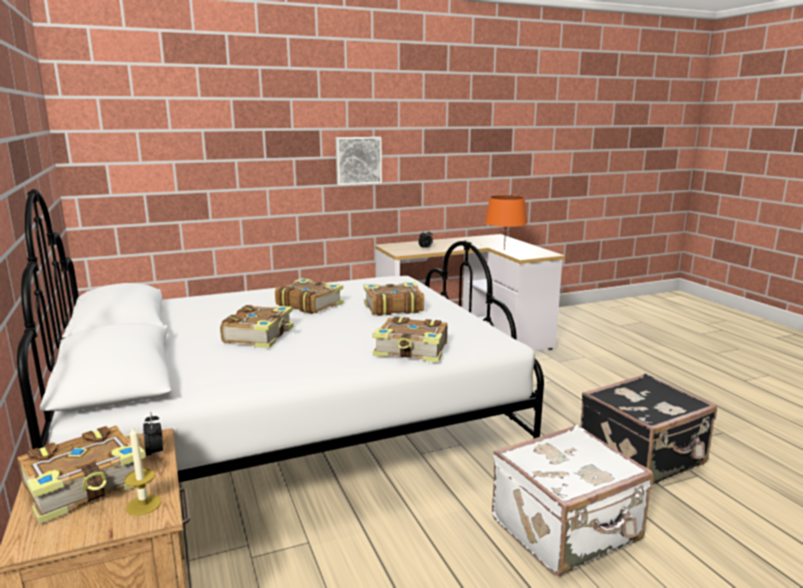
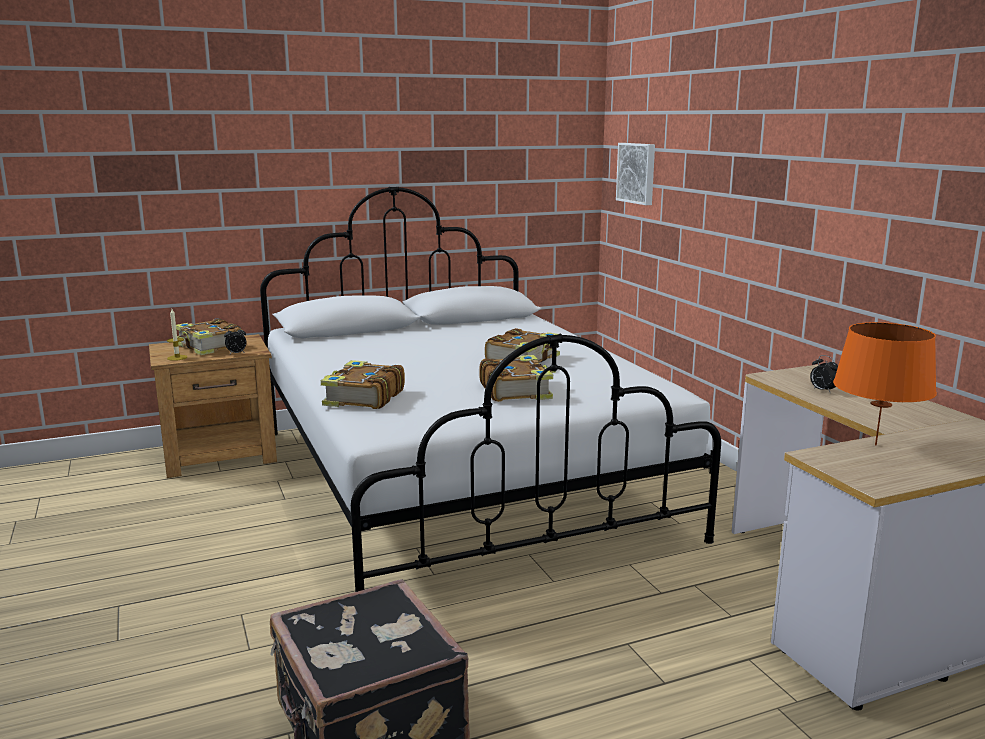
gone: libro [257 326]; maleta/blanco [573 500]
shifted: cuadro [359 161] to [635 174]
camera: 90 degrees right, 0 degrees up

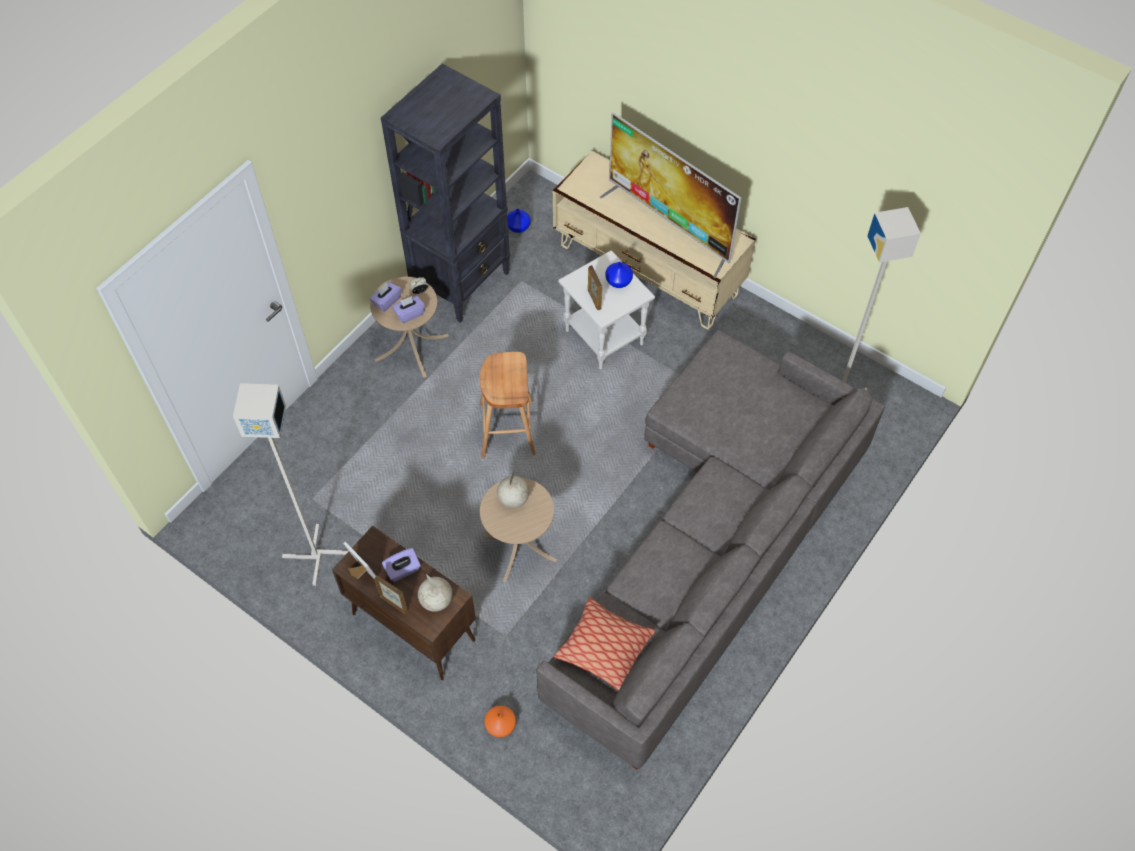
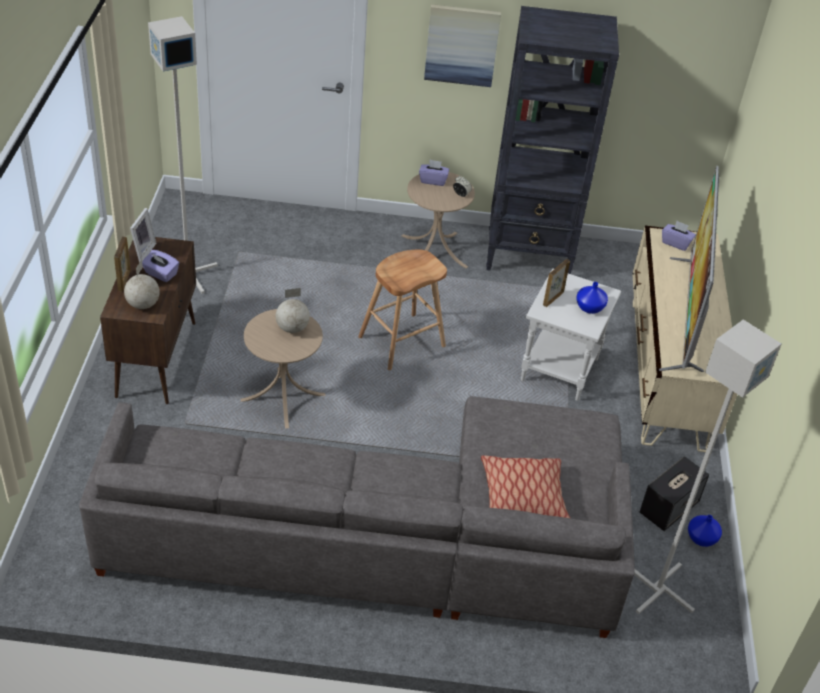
gone: florero/naranja [500 721]
new: cuadro [462 45]; altavoz [674 493]
shifted: caja de pañuelos/morado [408 309] to [679 236]; florero/azul [519 221] to [705 531]; cojín [605 644] to [525 486]
camera: 55 degrees right, 15 degrees down

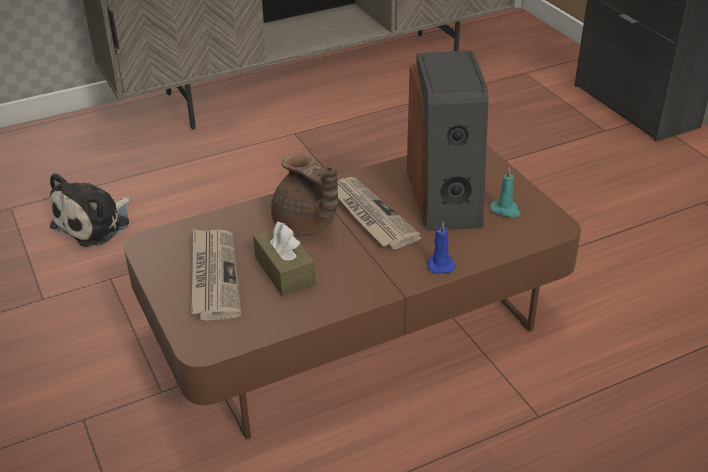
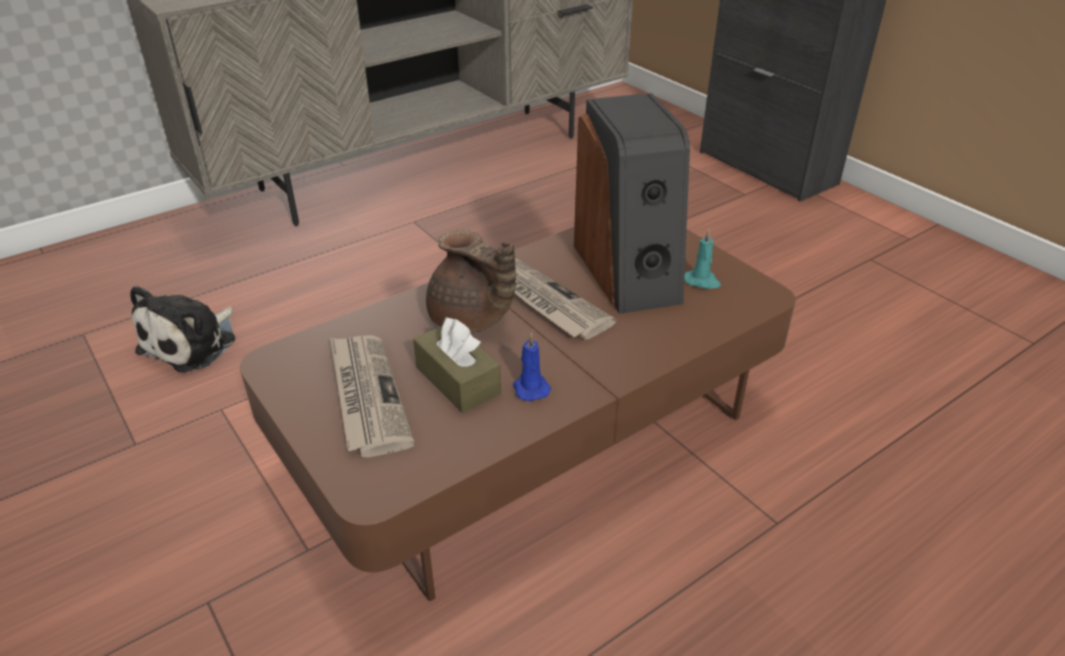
shifted: vela/azul [441 248] to [532 367]
camera: 10 degrees left, 0 degrees up

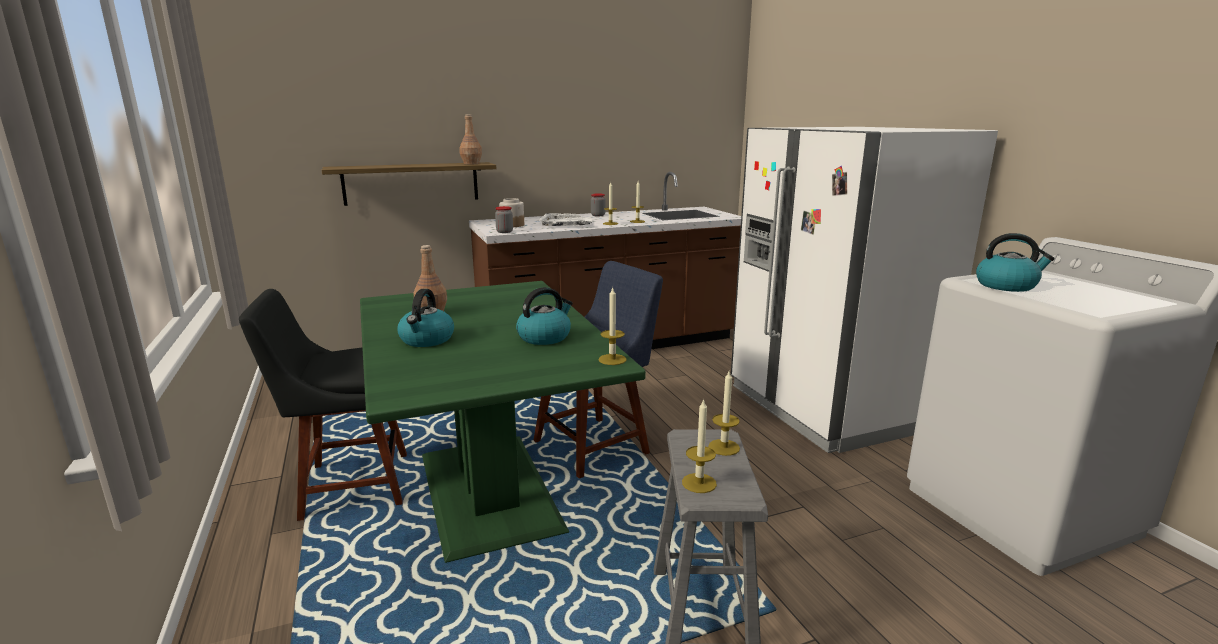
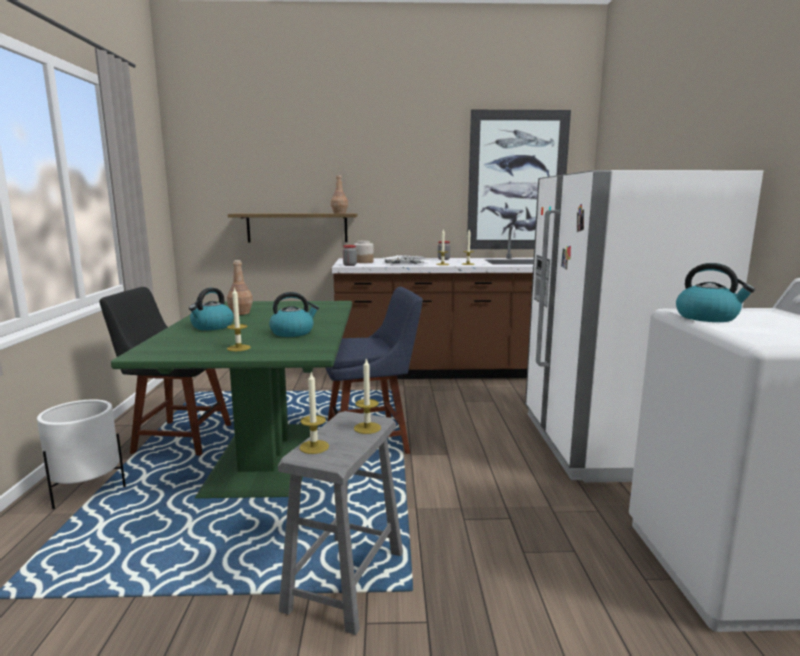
new: maceta/blanco [81 454]; cuadro [519 179]
shifted: vela [613 326] to [239 319]
camera: 20 degrees right, 5 degrees down

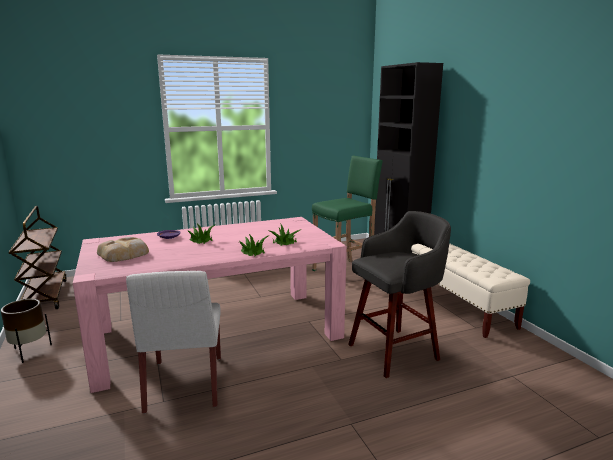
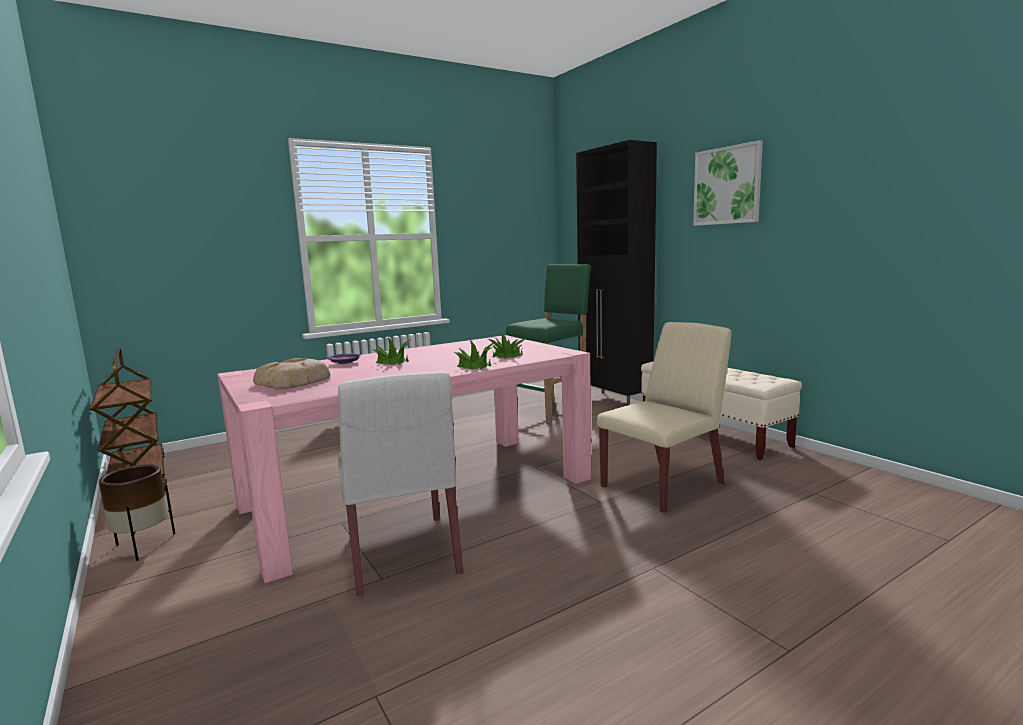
new: cuadro [728 183]
swapped: taburete/gris [399 294] to silla/beis [664 417]
camera: 10 degrees left, 5 degrees down

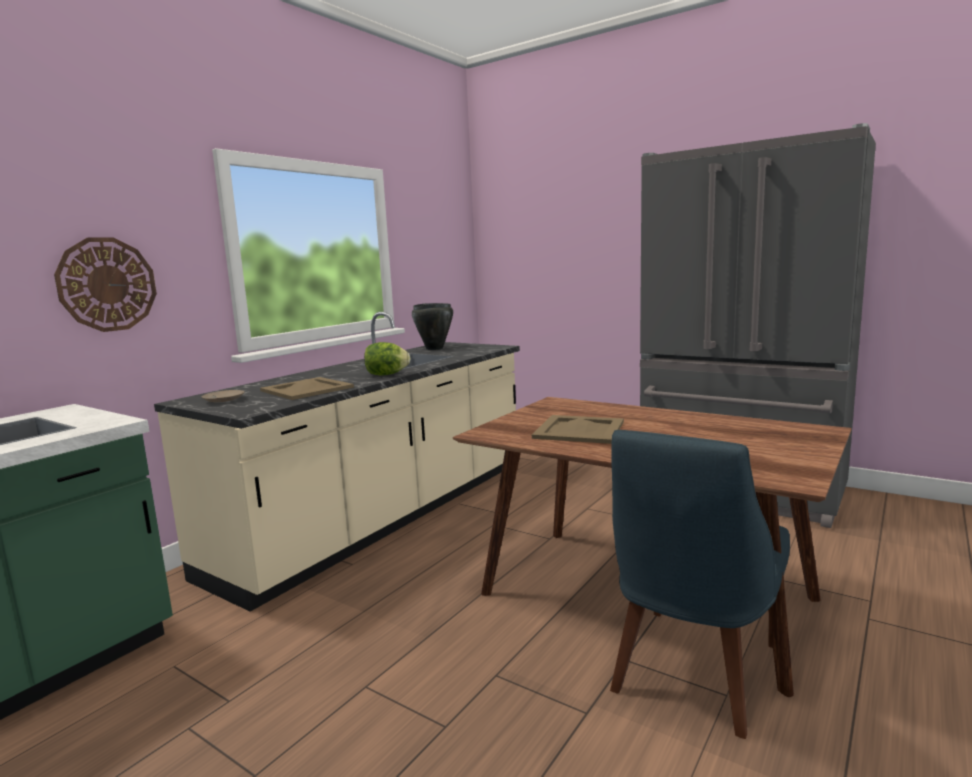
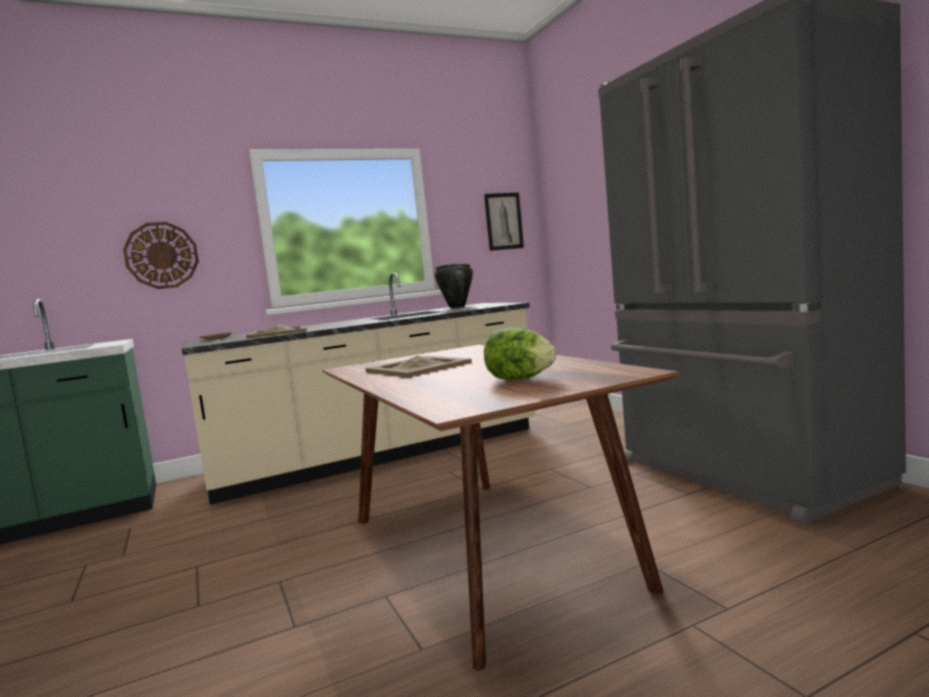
gone: silla/azul [700 584]
new: cuadro [504 221]
shifted: lechuga [387 358] to [520 353]
camera: 30 degrees right, 5 degrees down

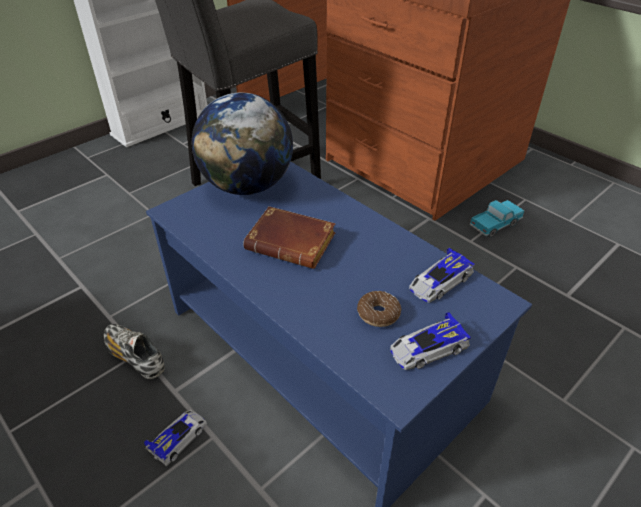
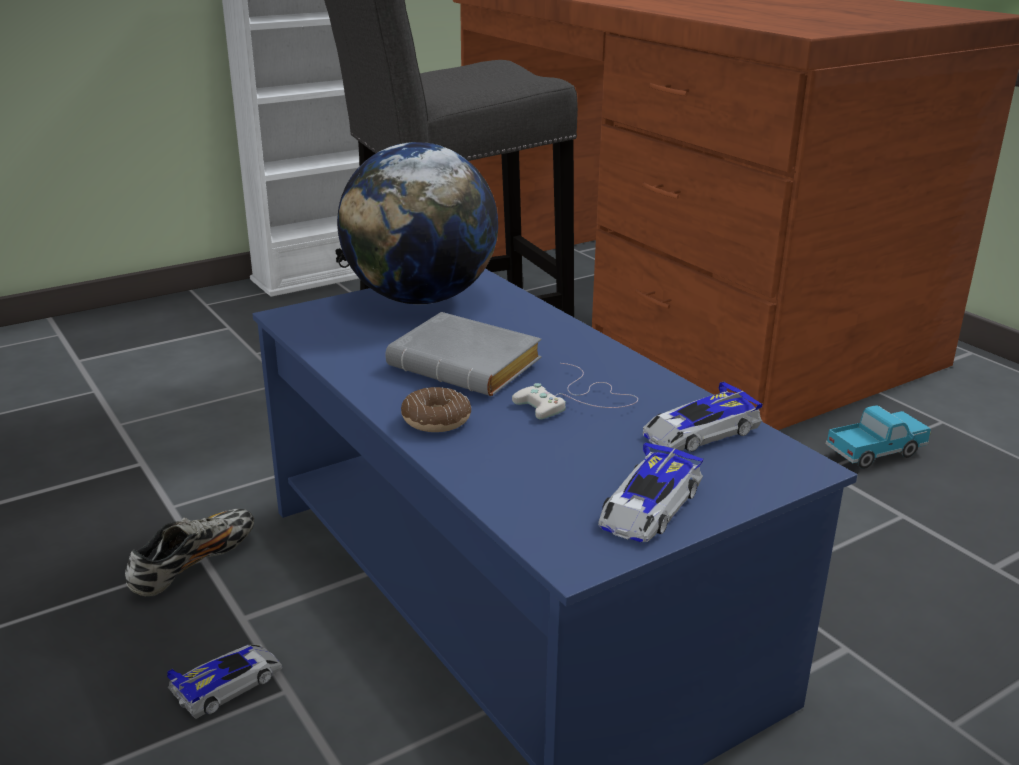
new: mando de consola/blanco [575 391]
shifted: rosquilla [379 309] to [436 409]
repainted: libro/marrón [289 237] to libro/gris [463 354]
rotated: zapato [133 351] = [189 552] 75 degrees clockwise; coche de juguete [430 341] = [651 492] 45 degrees counterclockwise
camera: 10 degrees right, 15 degrees down

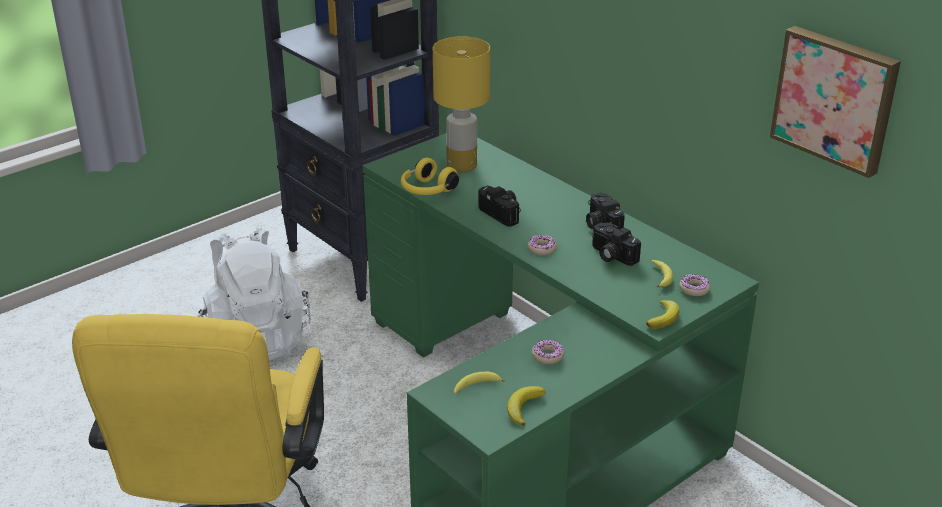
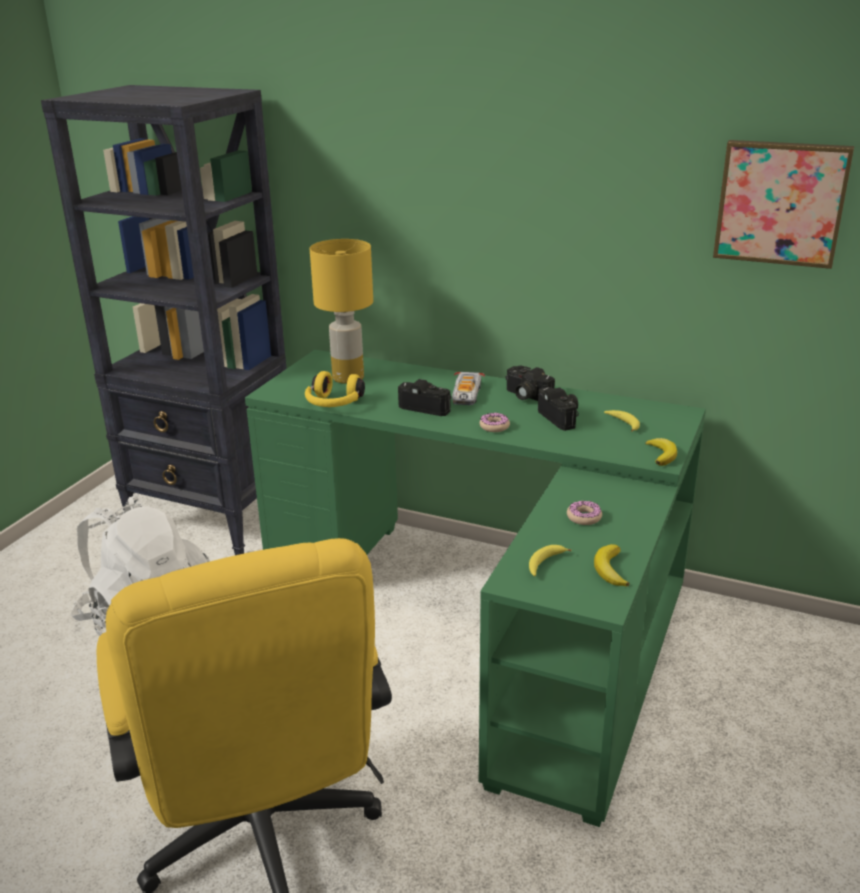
gone: rosquilla [695 285]
new: coche de juguete [468 388]
rotated: cámara [616 244] = [558 409] 135 degrees counterclockwise
camera: 25 degrees left, 5 degrees down

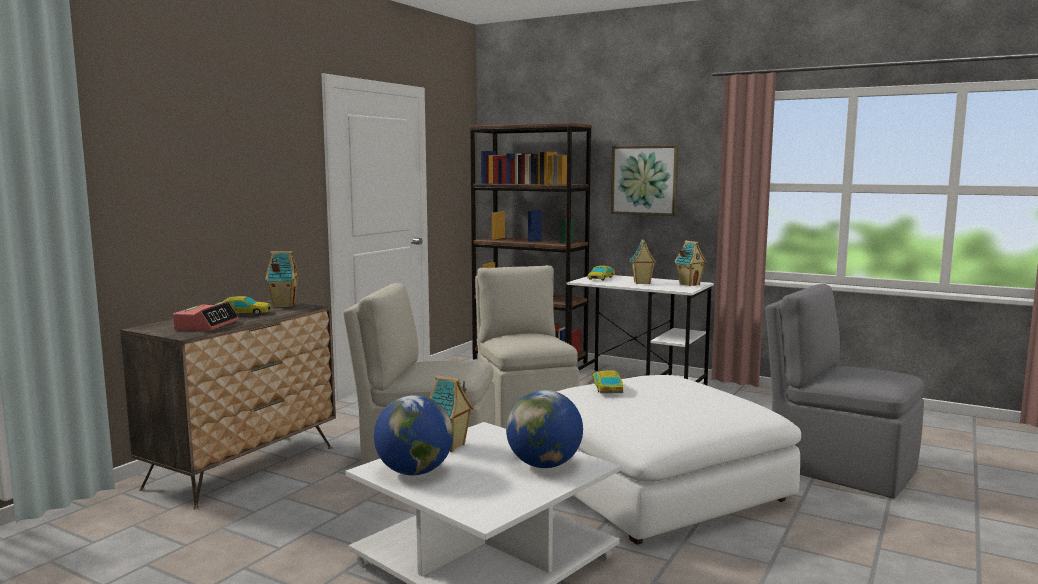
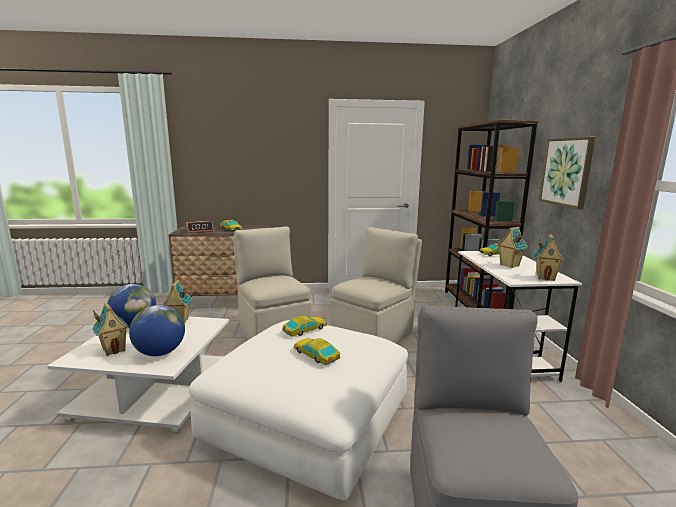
new: coche de juguete [317 352]
shifted: casita [282 279] to [111 329]
camera: 55 degrees right, 5 degrees up

